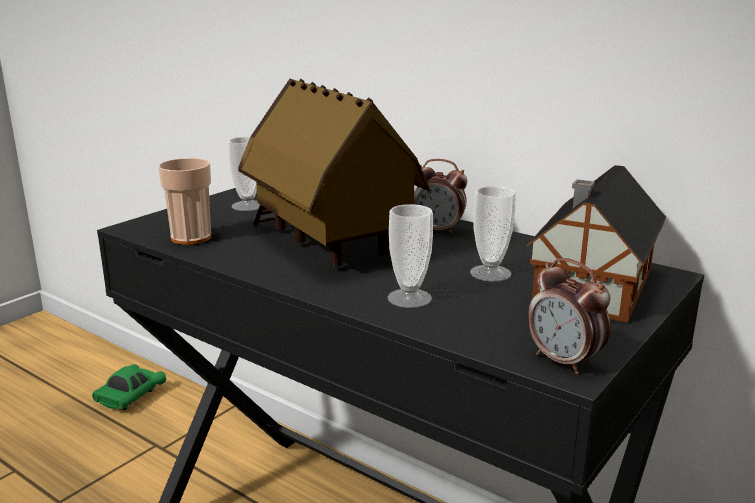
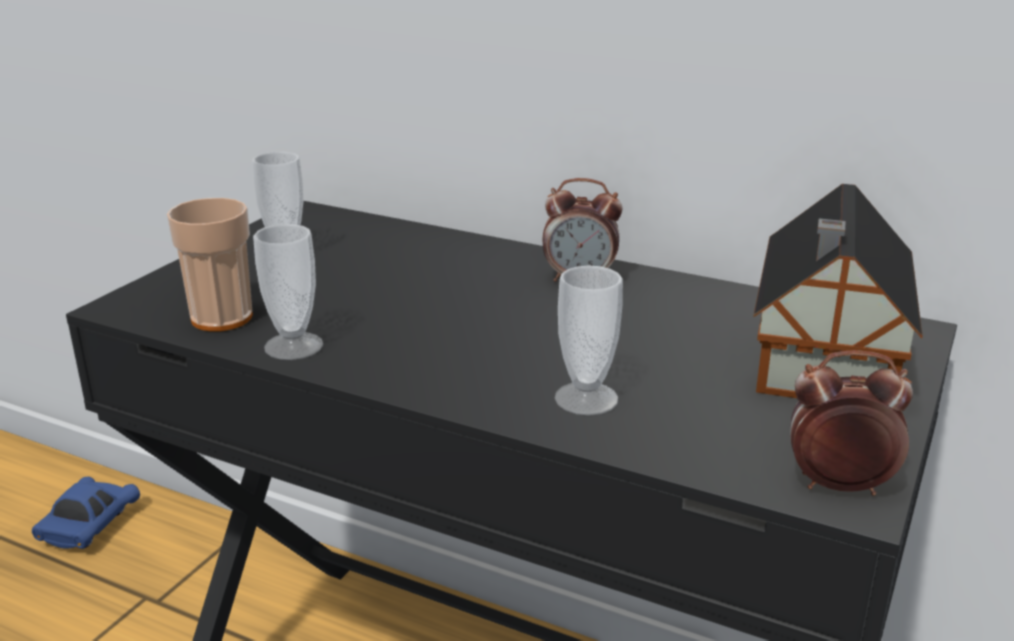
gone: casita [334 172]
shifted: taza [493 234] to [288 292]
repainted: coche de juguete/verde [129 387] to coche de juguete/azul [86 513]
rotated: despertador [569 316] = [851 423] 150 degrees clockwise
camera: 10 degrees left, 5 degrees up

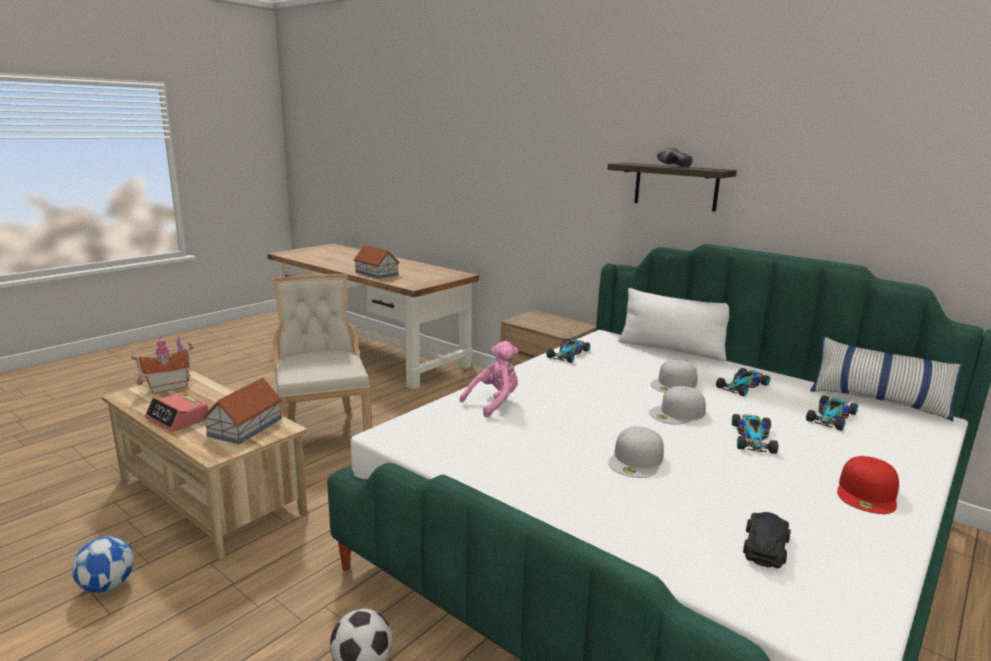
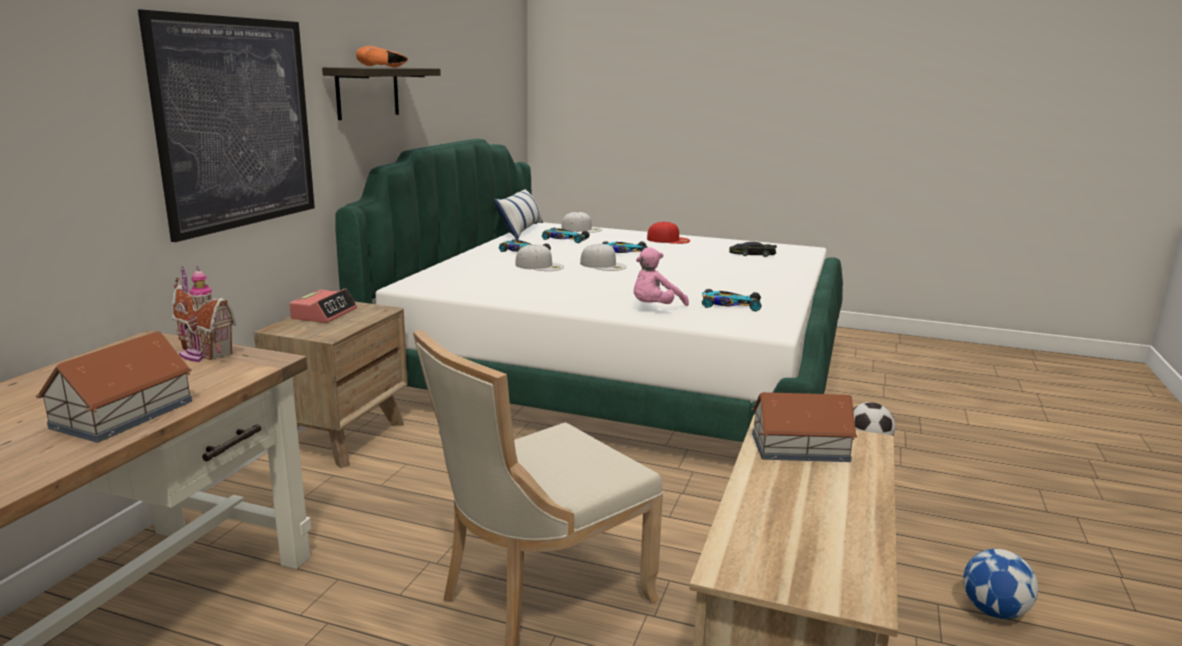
gone: cojín/blanco [673 324]
new: cuadro [226 126]
shifted: casita [162 365] to [204 314]; despertador [176 412] to [323 305]; coche de juguete [568 350] to [731 300]; gorra/blanco [636 452] to [581 222]
repainted: zapato/negro [674 157] to zapato/naranja [382 57]
rotated: peluche/rosa [489 379] = [661 276] 75 degrees counterclockwise
camera: 110 degrees left, 0 degrees up

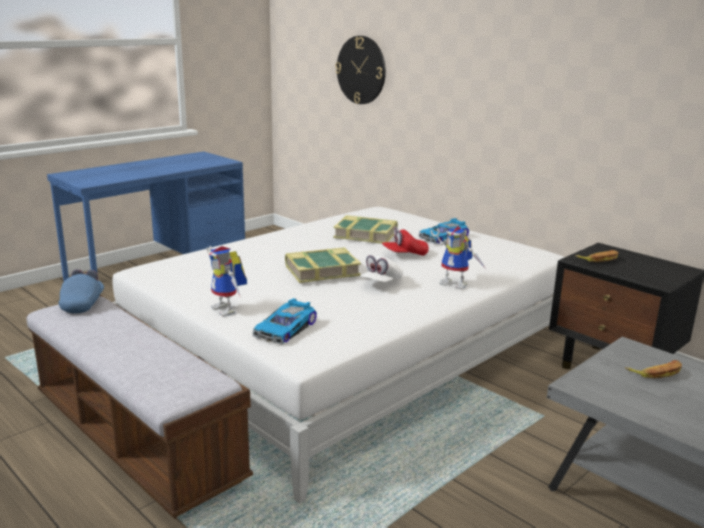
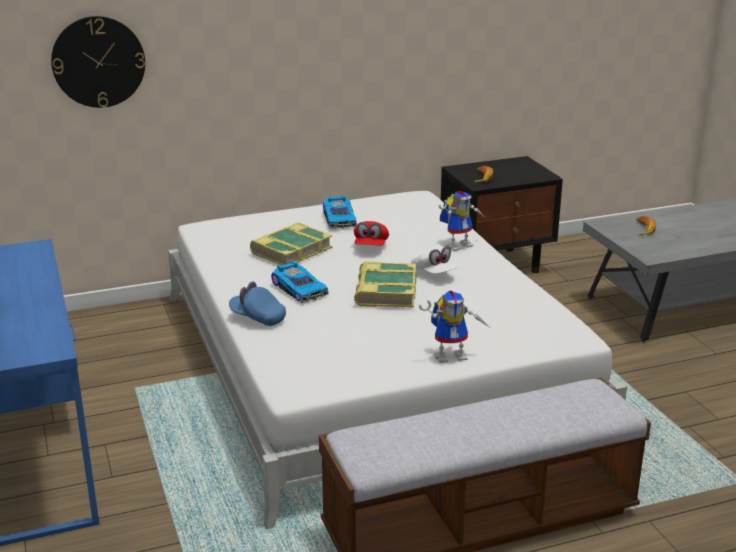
shifted: gorra/azul [81 291] to [257 303]; coche de juguete [285 321] to [300 282]
camera: 65 degrees left, 5 degrees up

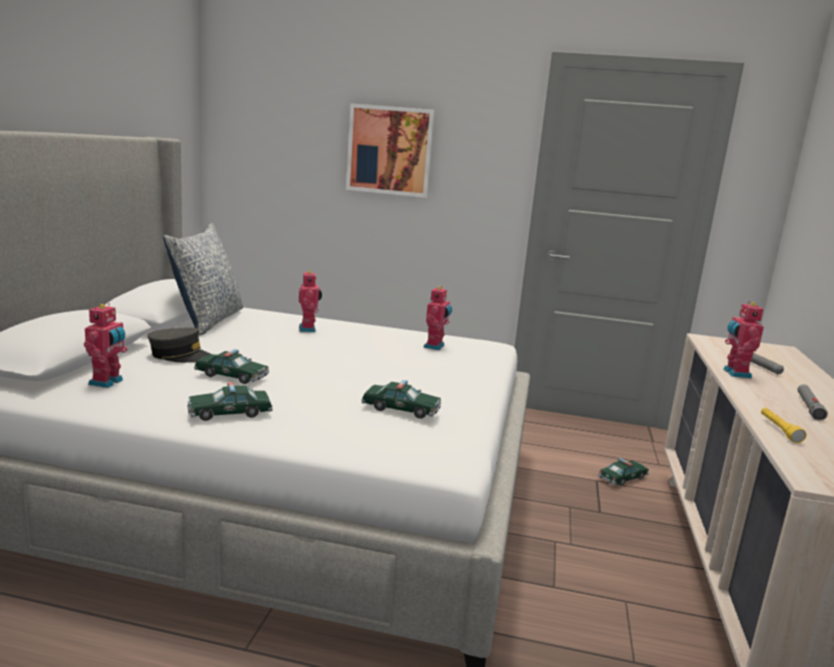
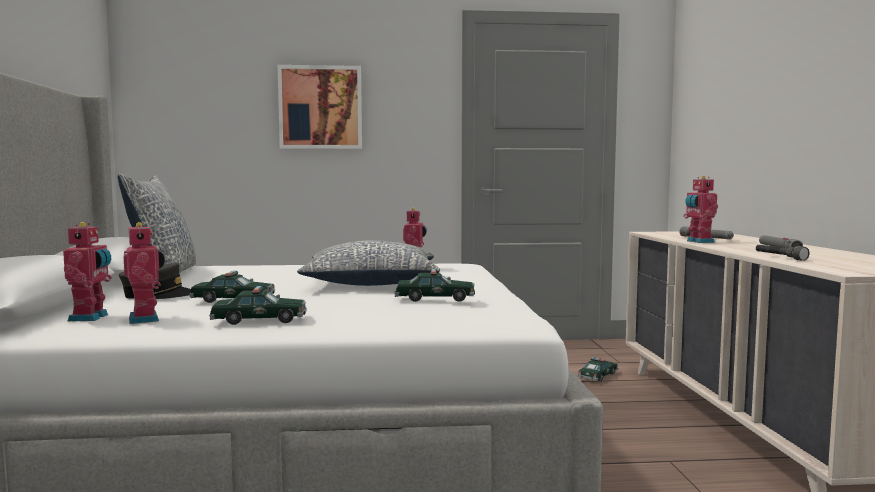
new: cojín [368 263]
shifted: robot de juguete [310 301] to [144 273]
repainted: linterna/amarillo [783 425] to linterna/gris [783 253]
rotated: coche de juguete [230 401] = [257 305] 150 degrees counterclockwise
camera: 15 degrees left, 10 degrees down

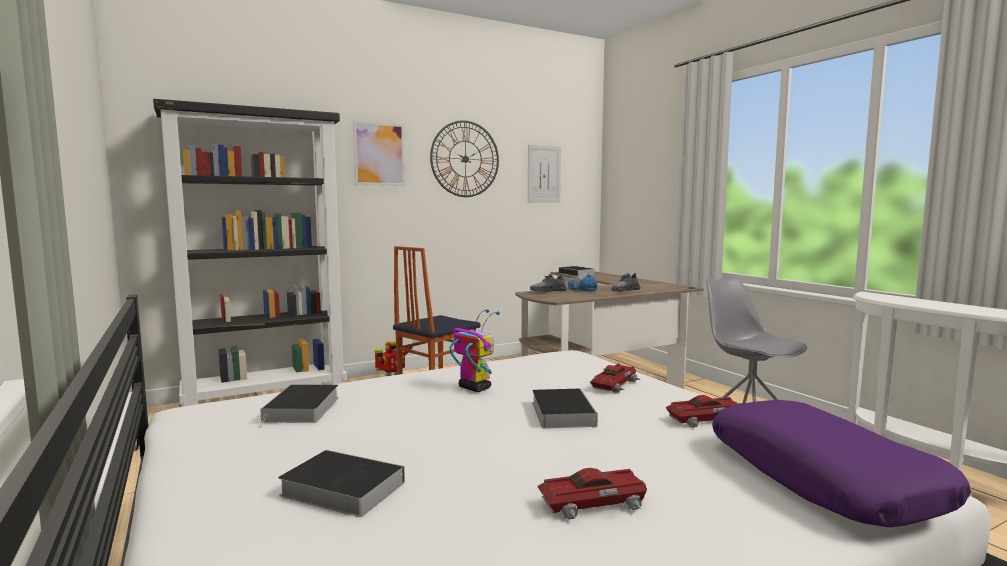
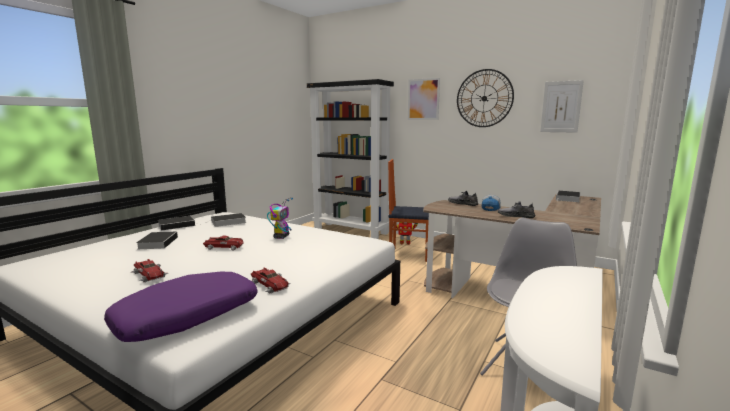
shifted: libro [565 408] to [176 223]; coche de juguete [614 378] to [223 242]
camera: 60 degrees right, 5 degrees up

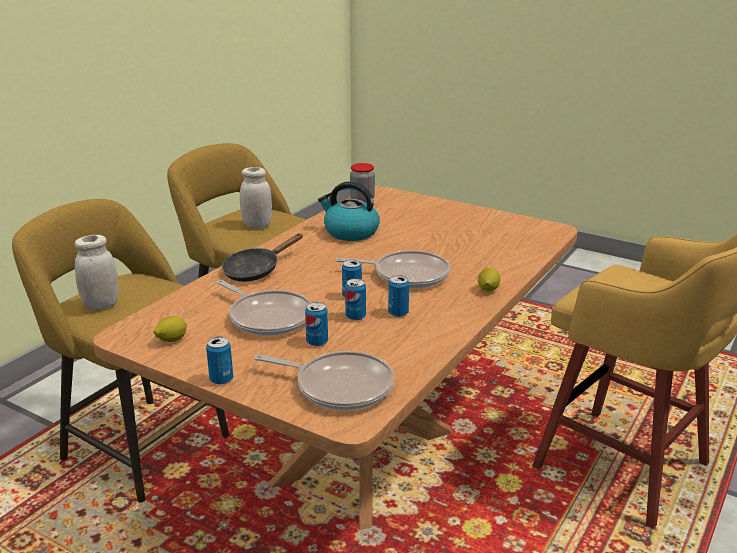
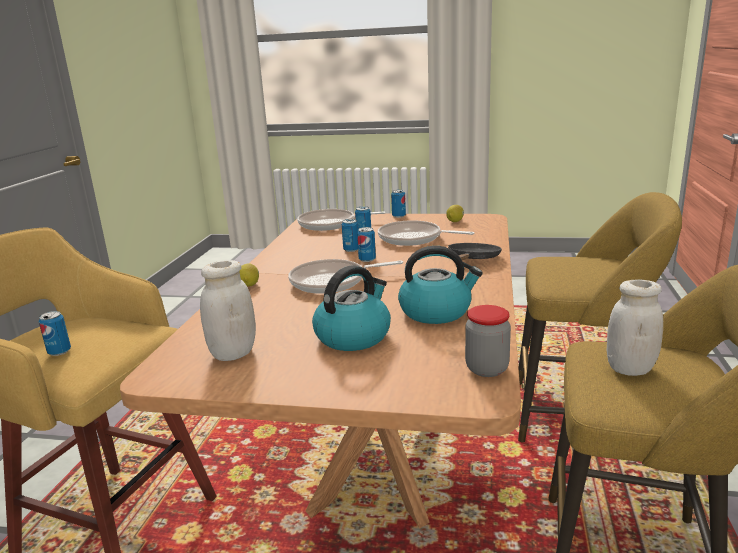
new: hervidor [351 308]
shifted: tarro/blanco [97 272] to [228 310]; lata [398 296] to [55 333]
camera: 160 degrees right, 5 degrees down

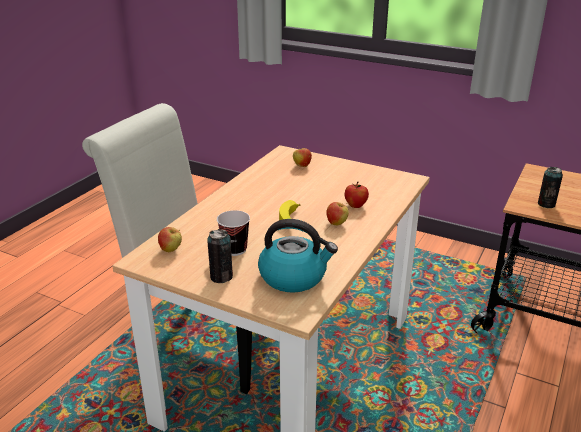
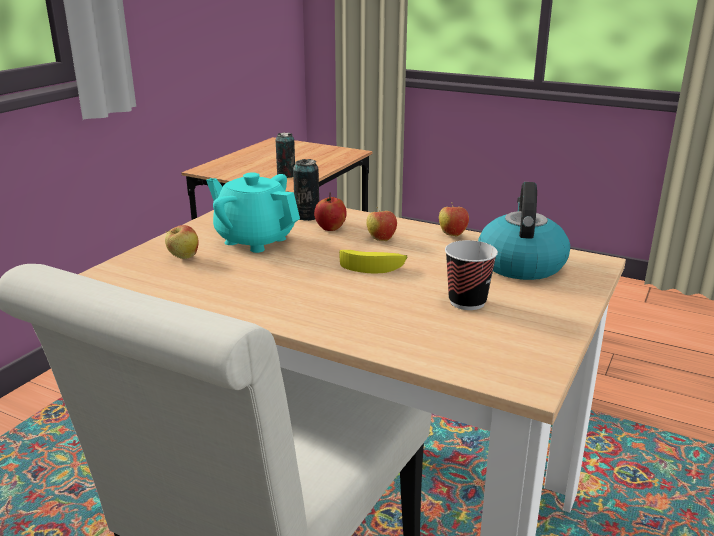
new: tetera/turquesa [253 213]
shifted: manzana [170 239] to [454 219]; lata [220 256] to [306 190]
camera: 90 degrees left, 5 degrees down

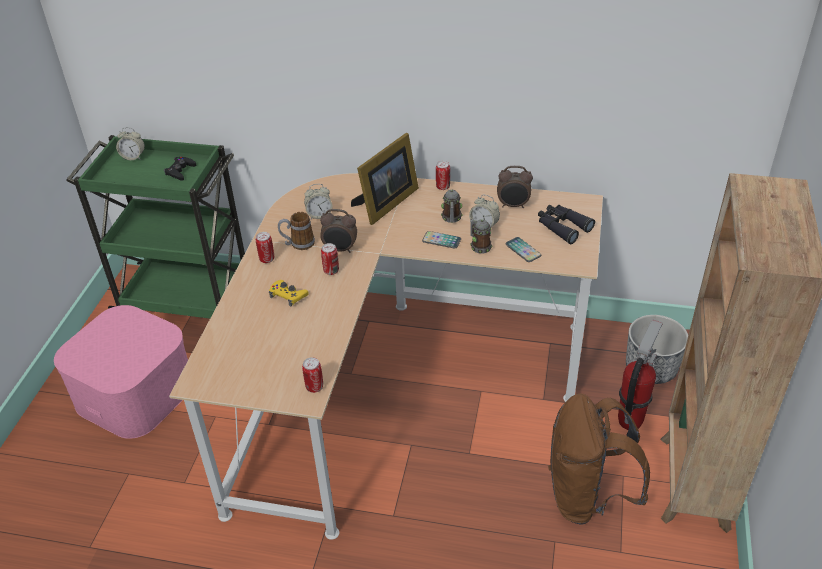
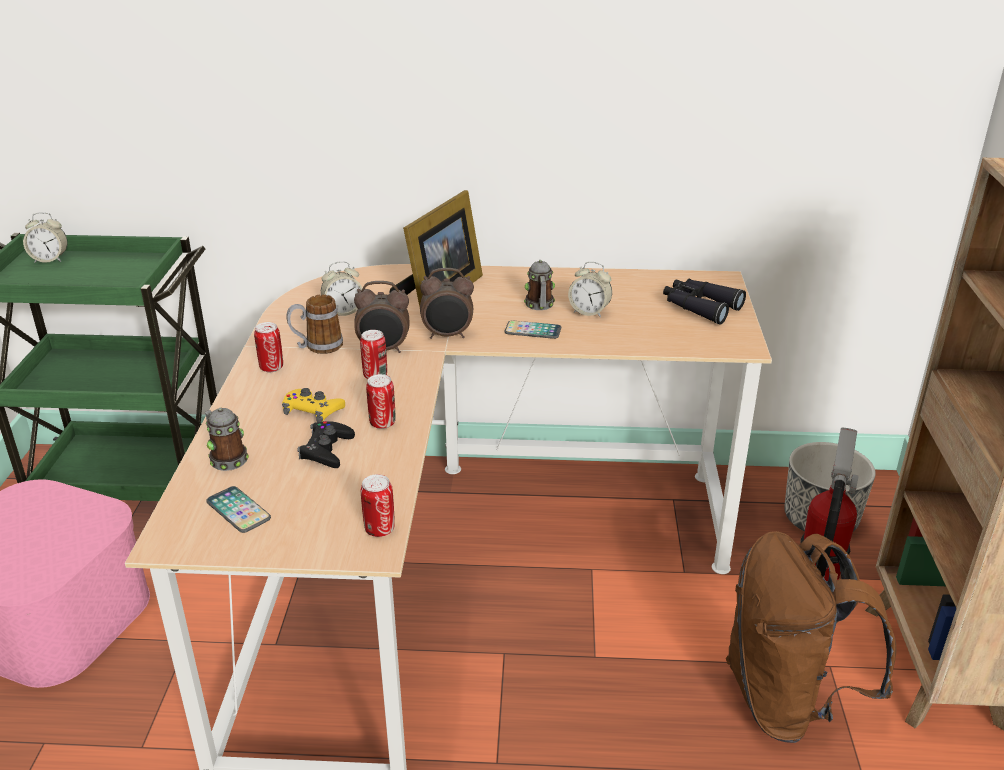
shifted: mando de consola/negro [180 169] to [326 444]; lata [443 175] to [380 401]; taza grande [481 236] to [227 439]; despertador [515 187] to [447 303]; móvil [523 249] to [238 509]
camera: 10 degrees left, 10 degrees down

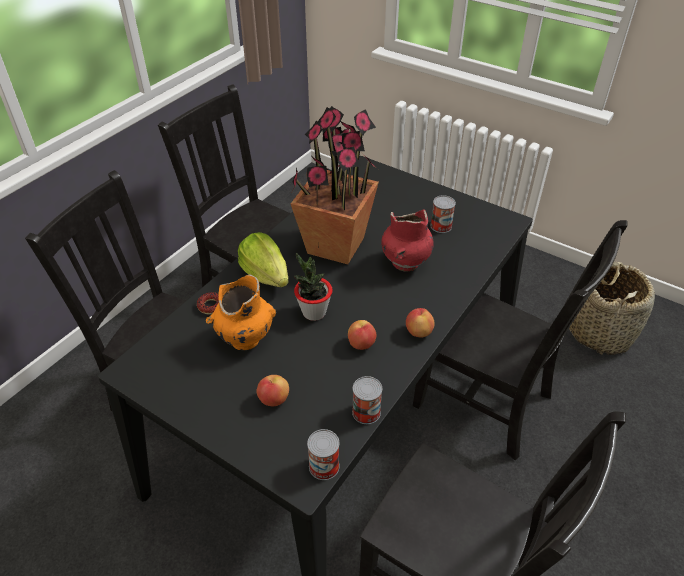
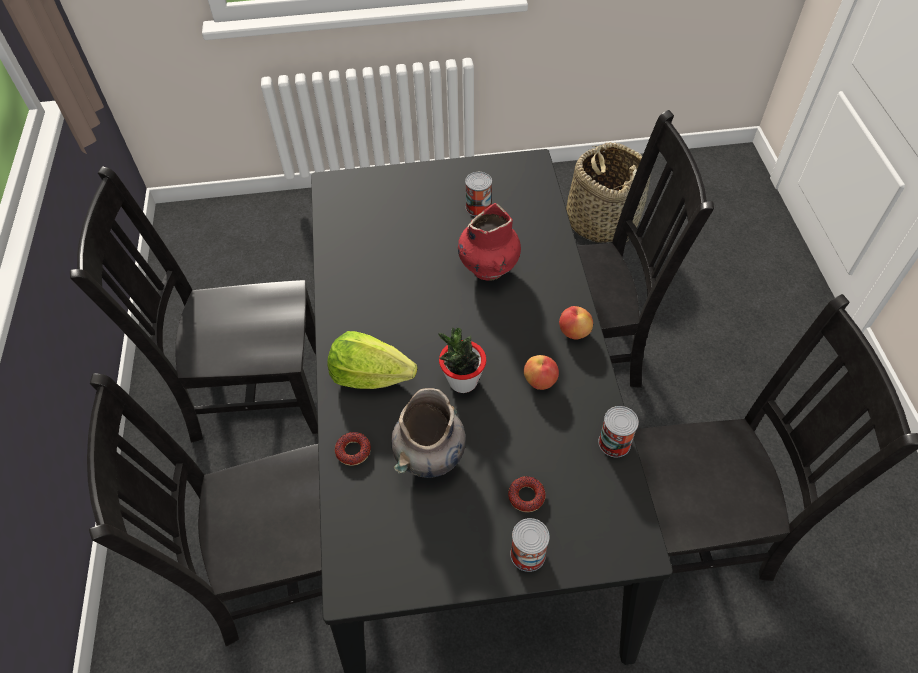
gone: planta en maceta [335 185]
shifted: lata [323 454] to [530 545]
swapped: manzana [272 390] to rosquilla [527 494]
repainted: florero/naranja [241 312] to florero/gris [428 433]
camera: 40 degrees left, 10 degrees up

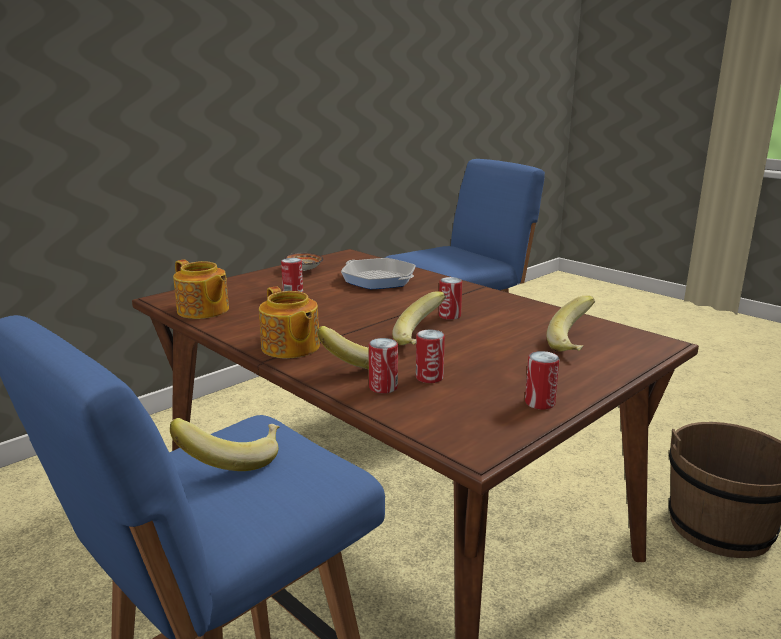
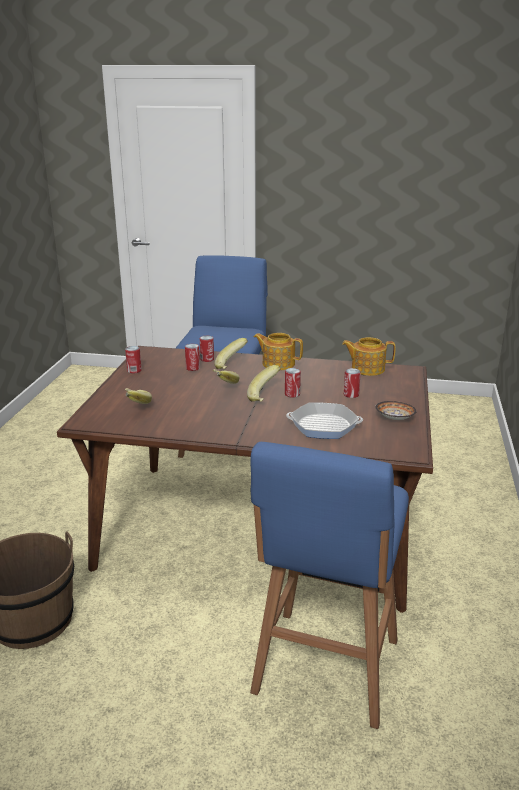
shifted: plátano [225 444] to [263 383]; lata [450 298] to [293 383]
camera: 145 degrees right, 5 degrees up

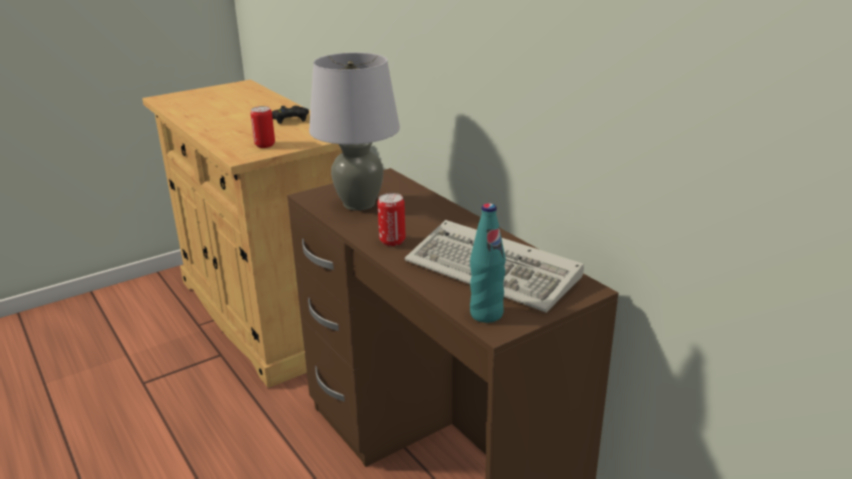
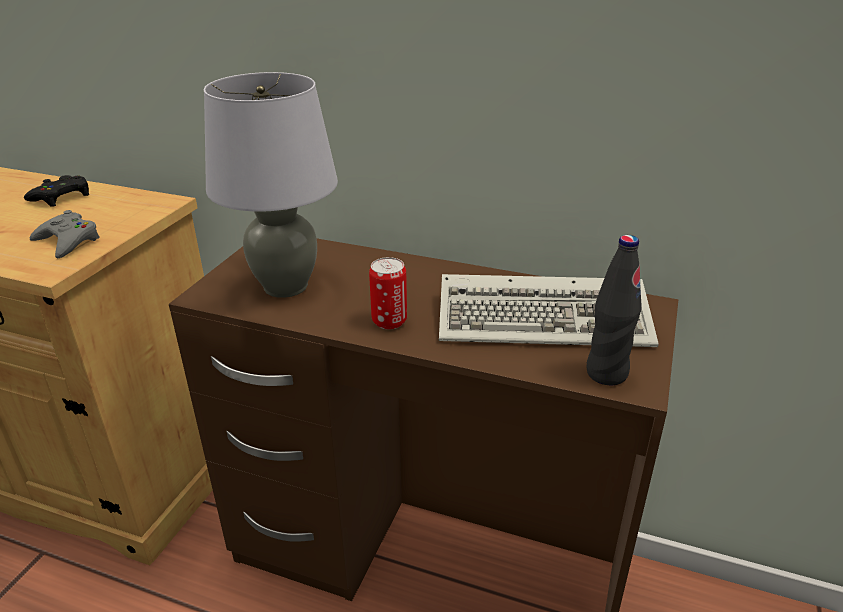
swapped: lata [263 127] to mando de consola/gris [65 234]
repainted: botella/turquesa [488 263] to botella/negro [614 310]
camera: 35 degrees left, 5 degrees up

